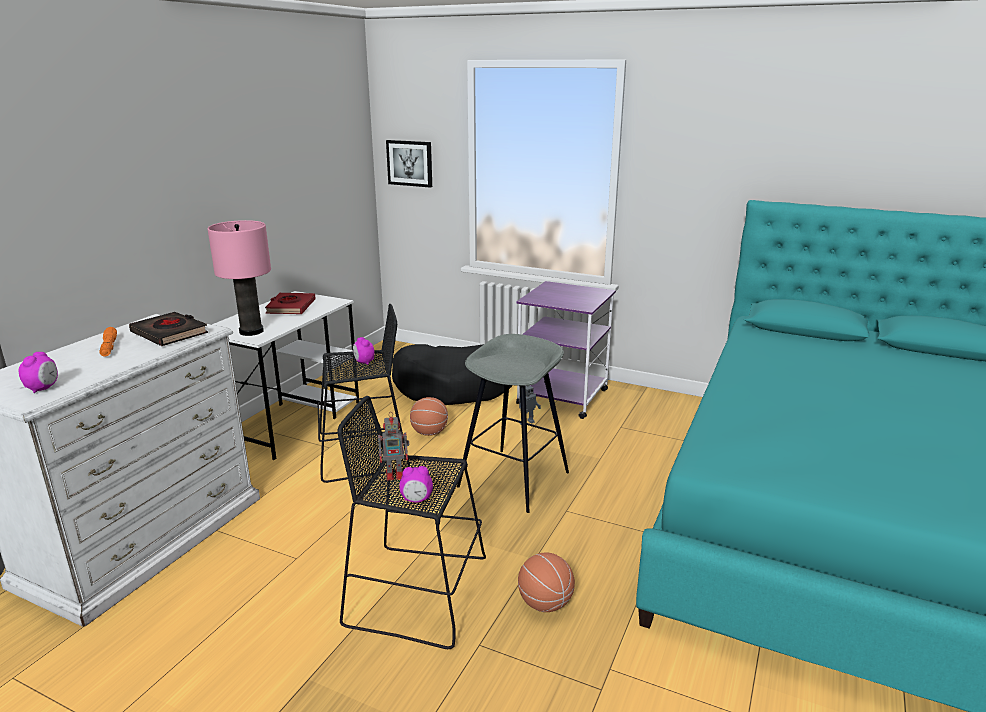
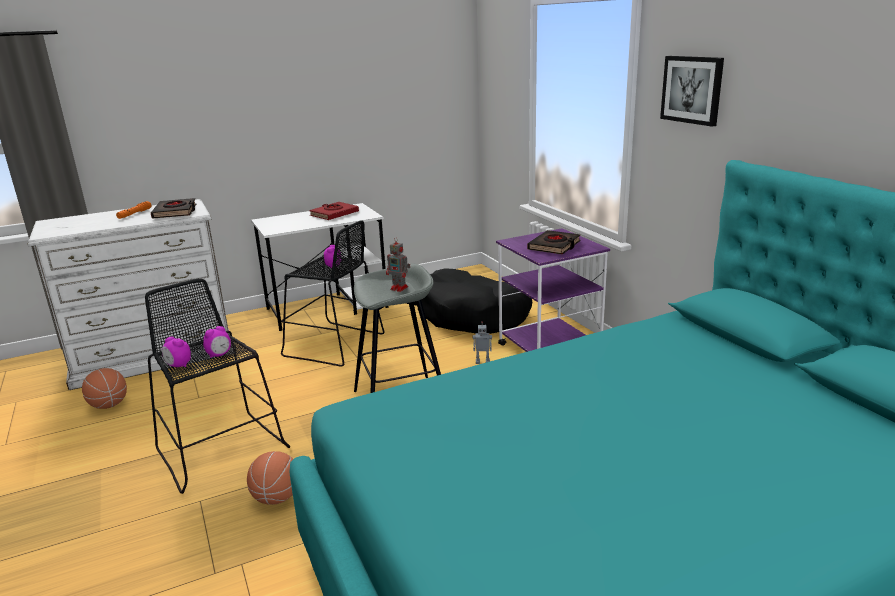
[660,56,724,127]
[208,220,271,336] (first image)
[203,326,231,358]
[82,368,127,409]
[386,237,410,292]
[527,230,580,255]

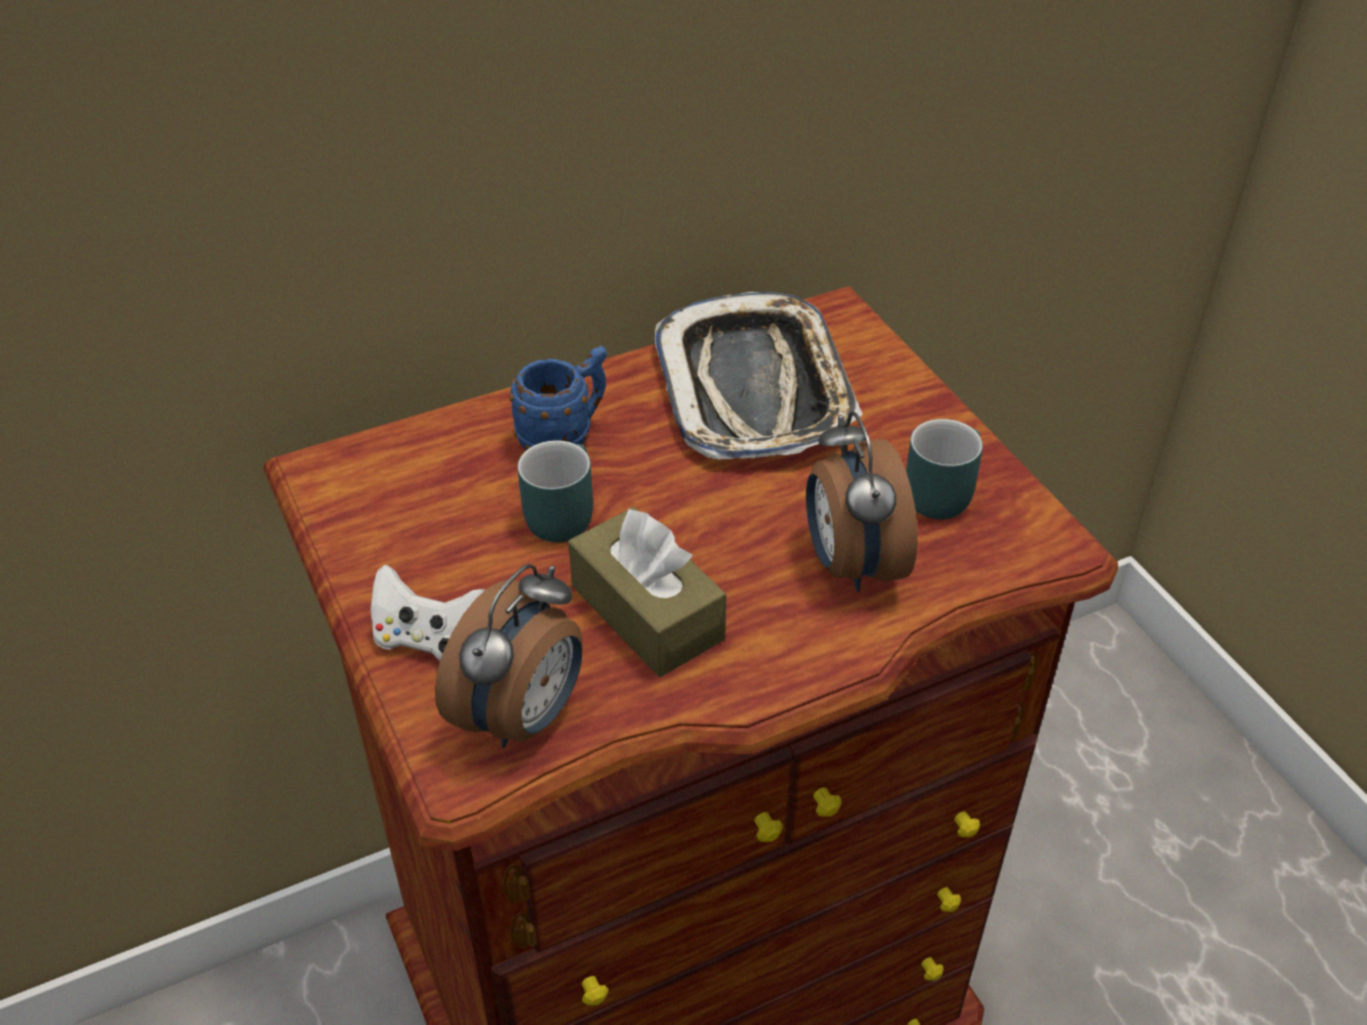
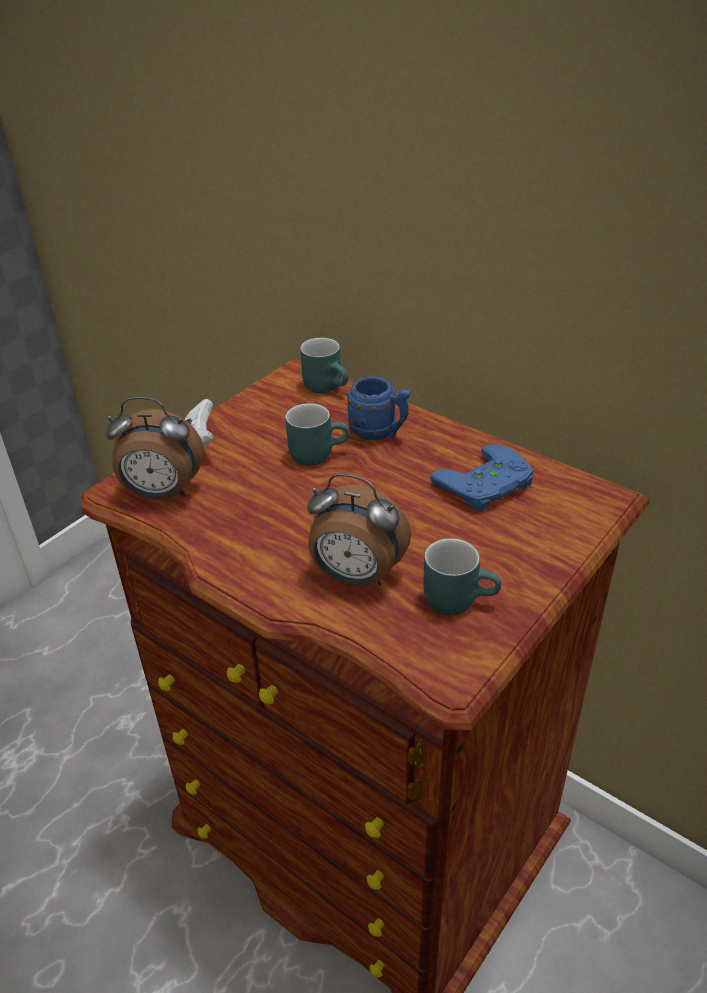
[430,445,534,512]
[307,473,411,586]
[568,507,727,677] (first image)
[300,338,348,393]

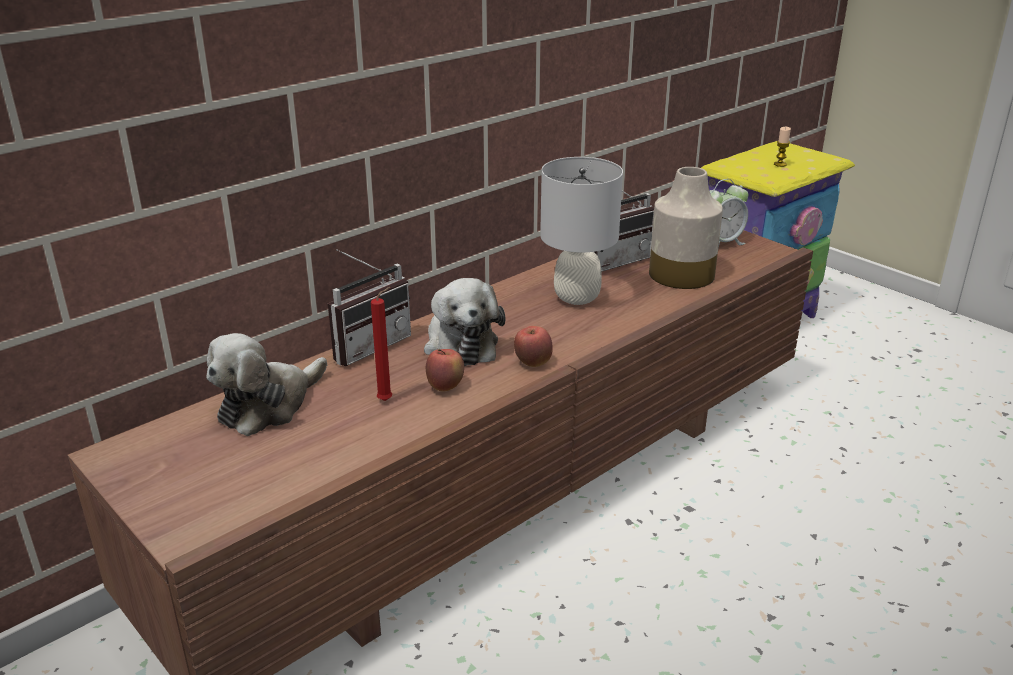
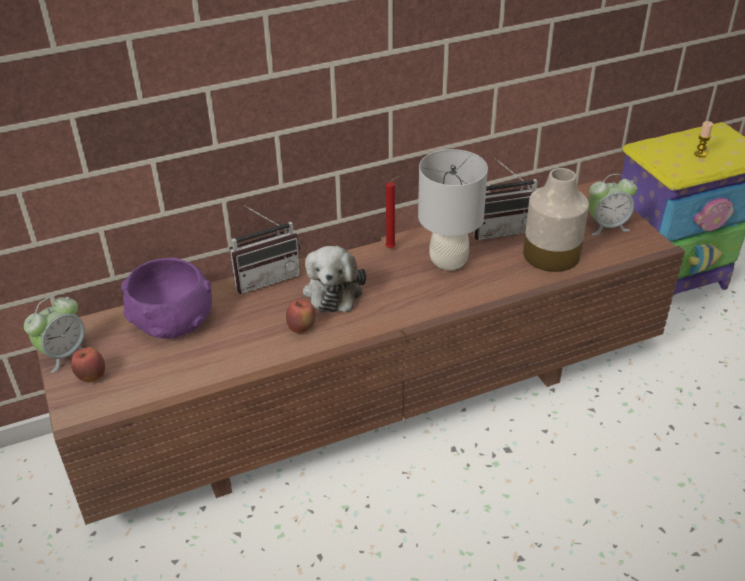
[385,176,400,248]
[71,347,105,383]
[121,257,212,339]
[24,297,85,373]

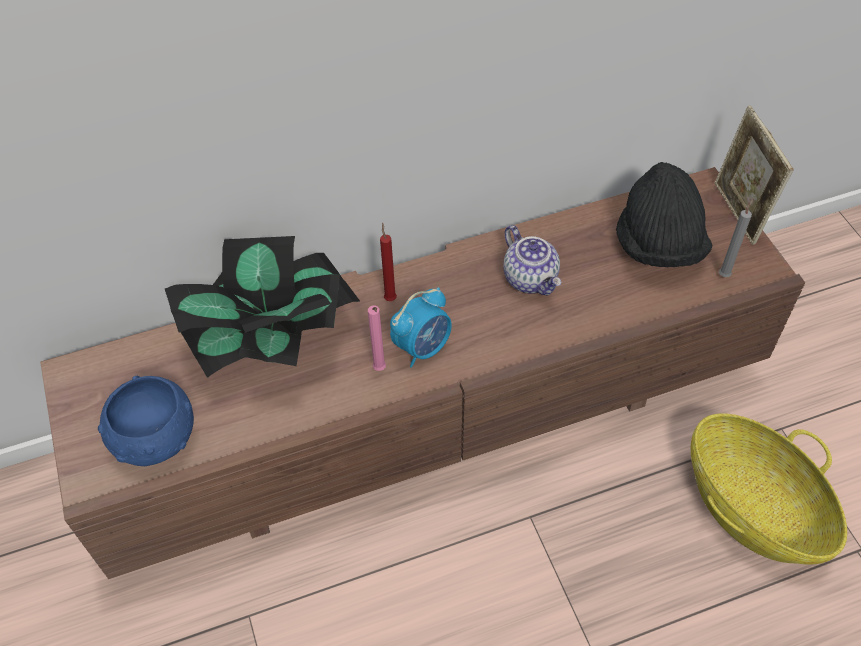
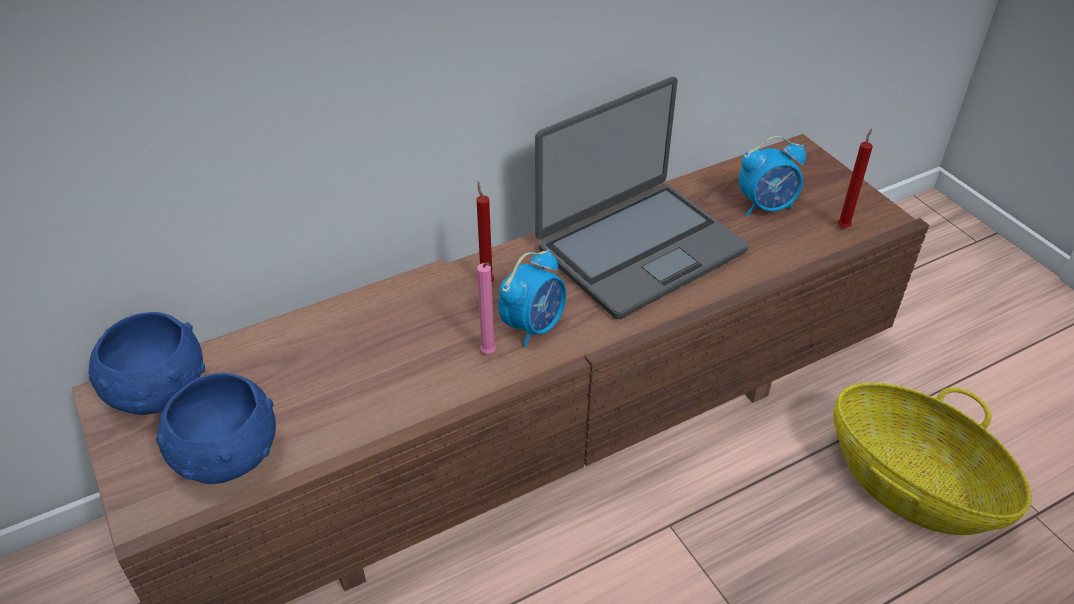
[715,105,794,245] (first image)
[739,136,806,216]
[838,129,873,228]
[535,77,748,319]
[165,236,361,378] (first image)
[88,312,205,415]

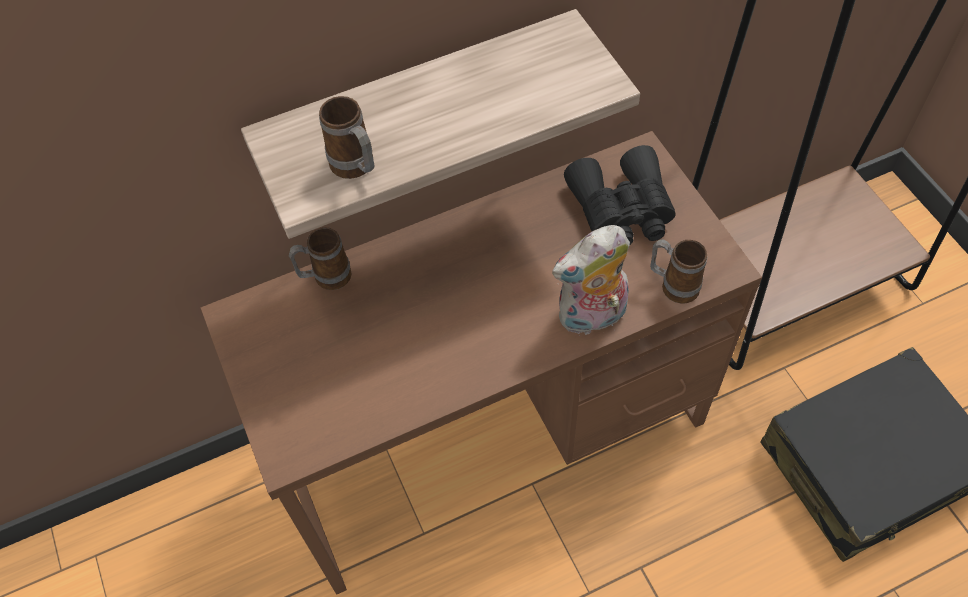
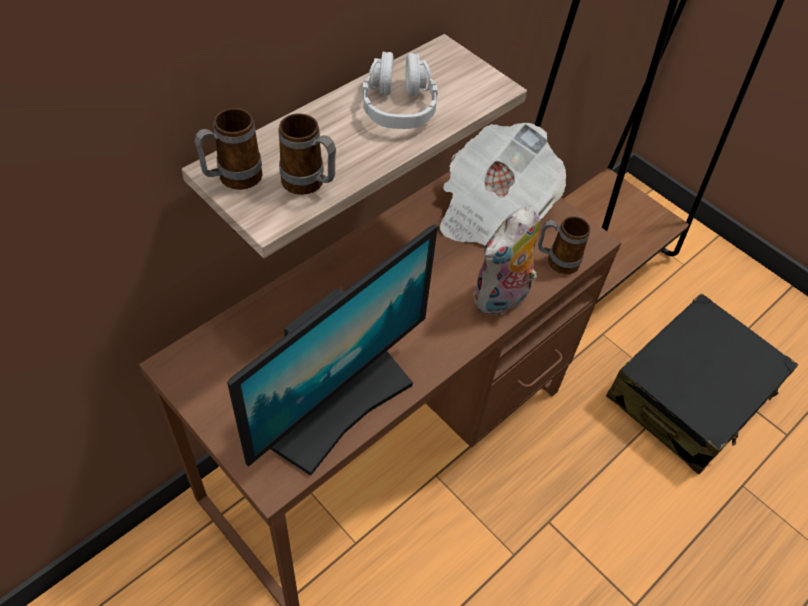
[440,123,566,245]
[195,108,262,190]
[361,52,438,129]
[227,224,438,476]

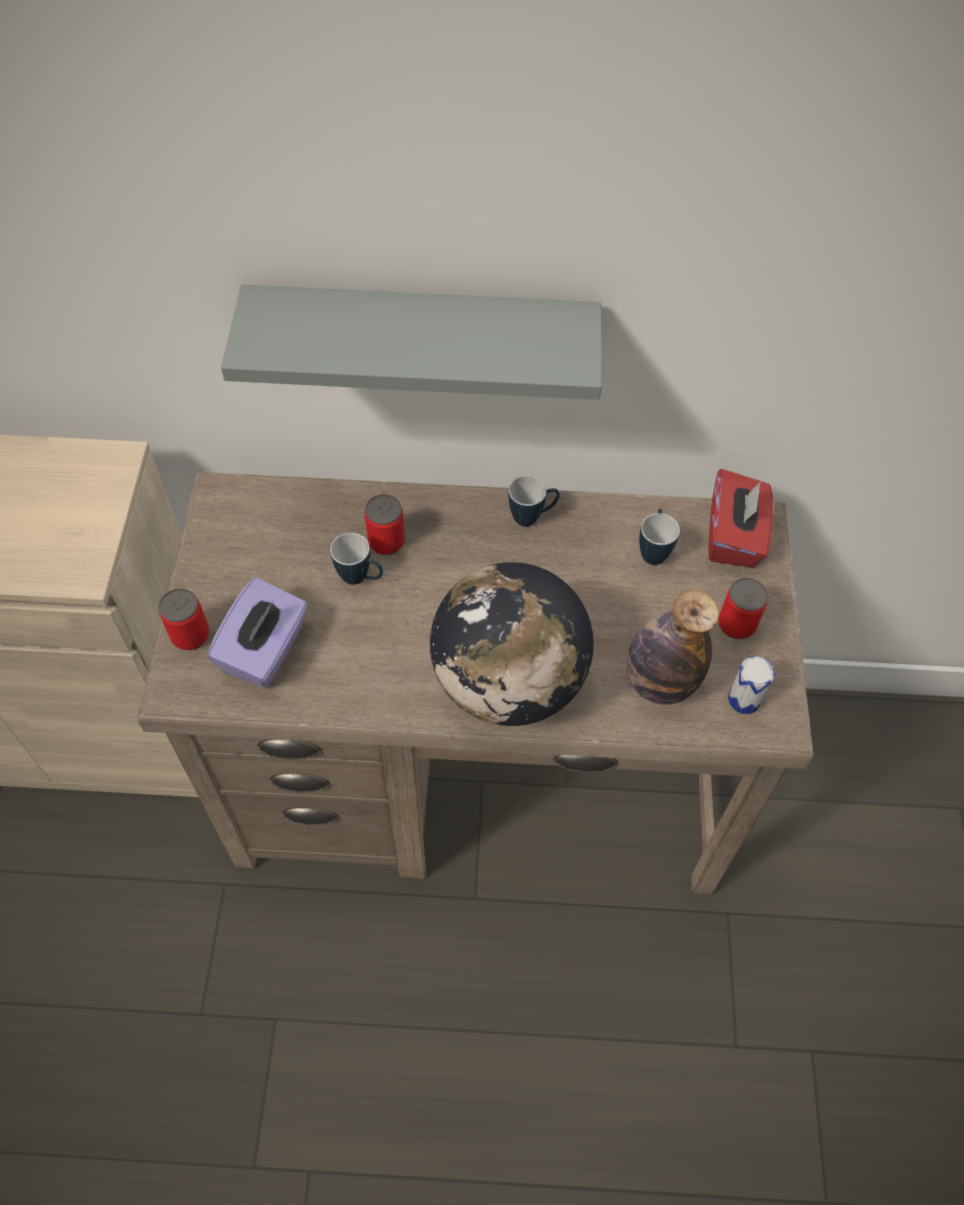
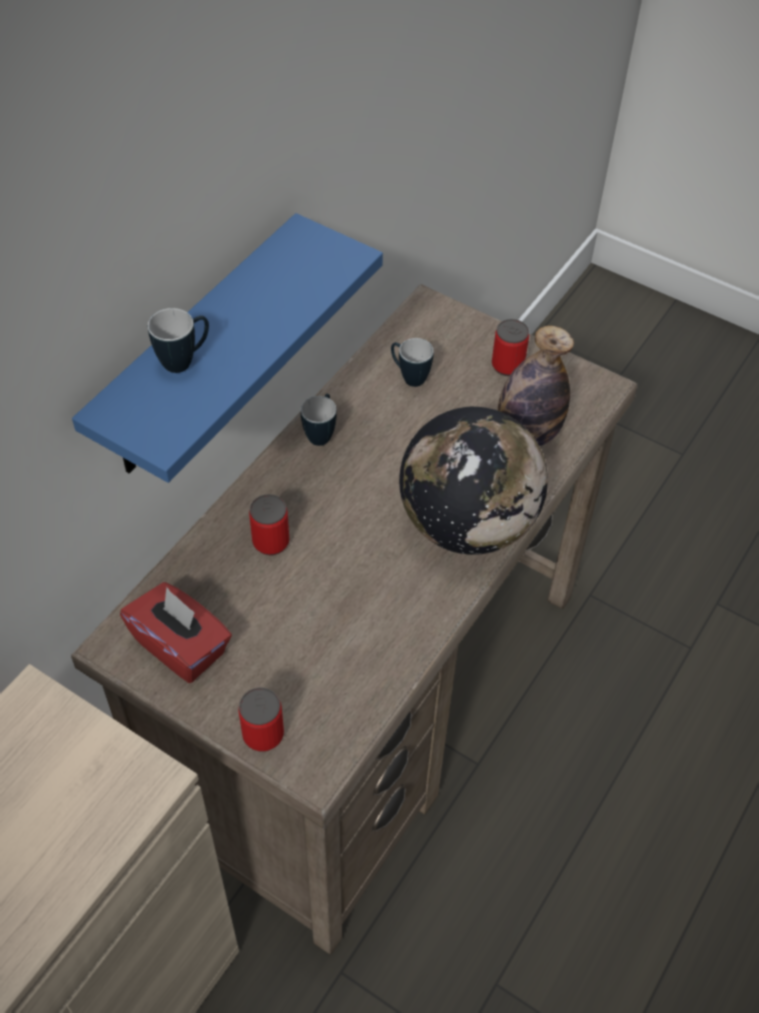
[72,213,383,483]
[120,582,232,683]
[148,308,209,373]
[207,577,307,688] (first image)
[728,656,775,714] (first image)

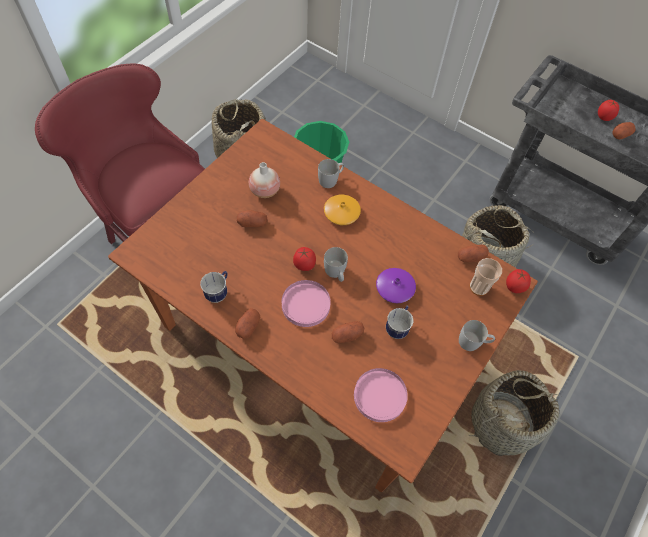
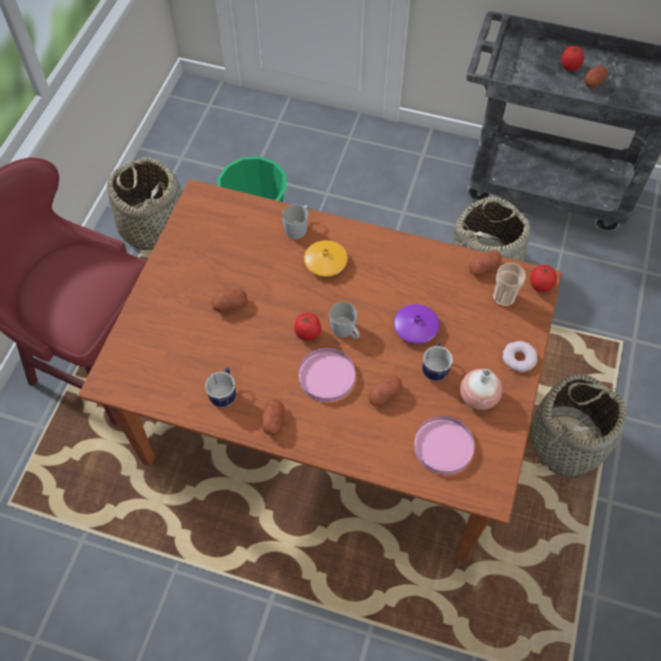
[460,369,502,410]
[503,341,538,372]

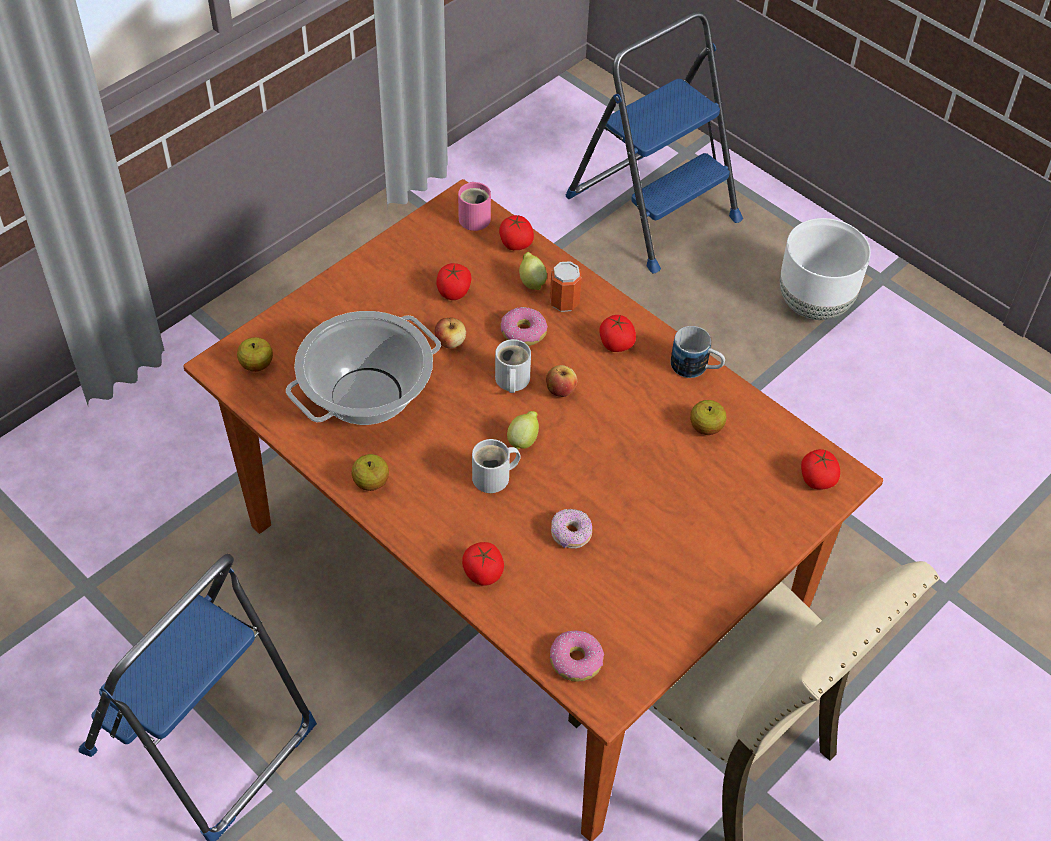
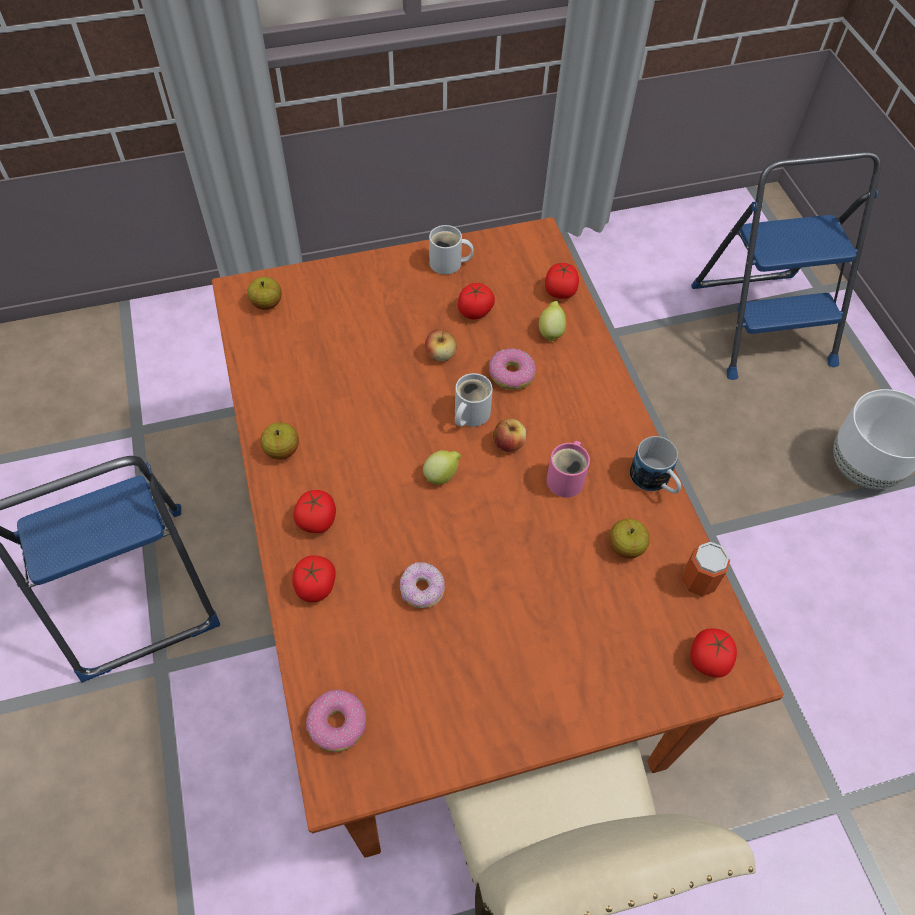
[546,441,590,498]
[681,542,730,596]
[286,311,441,425] (first image)
[293,490,336,533]
[429,225,473,275]

